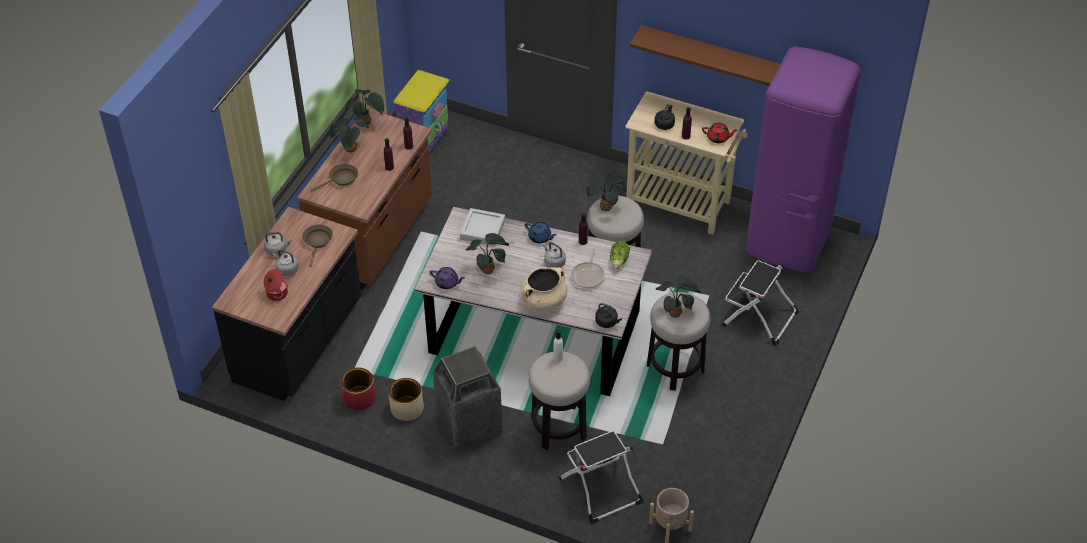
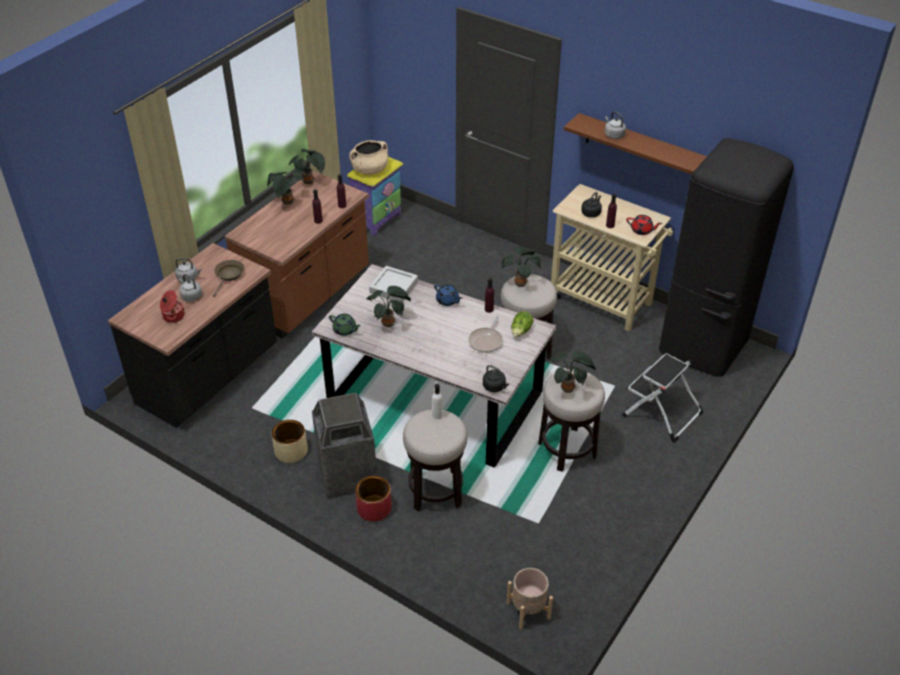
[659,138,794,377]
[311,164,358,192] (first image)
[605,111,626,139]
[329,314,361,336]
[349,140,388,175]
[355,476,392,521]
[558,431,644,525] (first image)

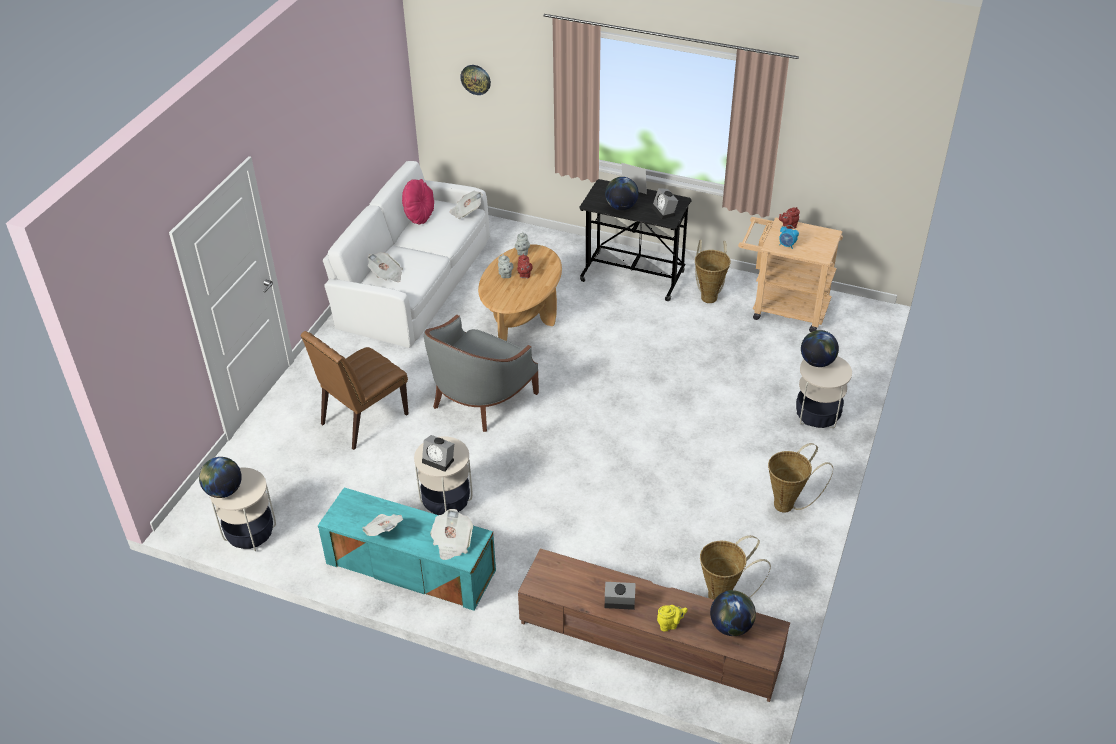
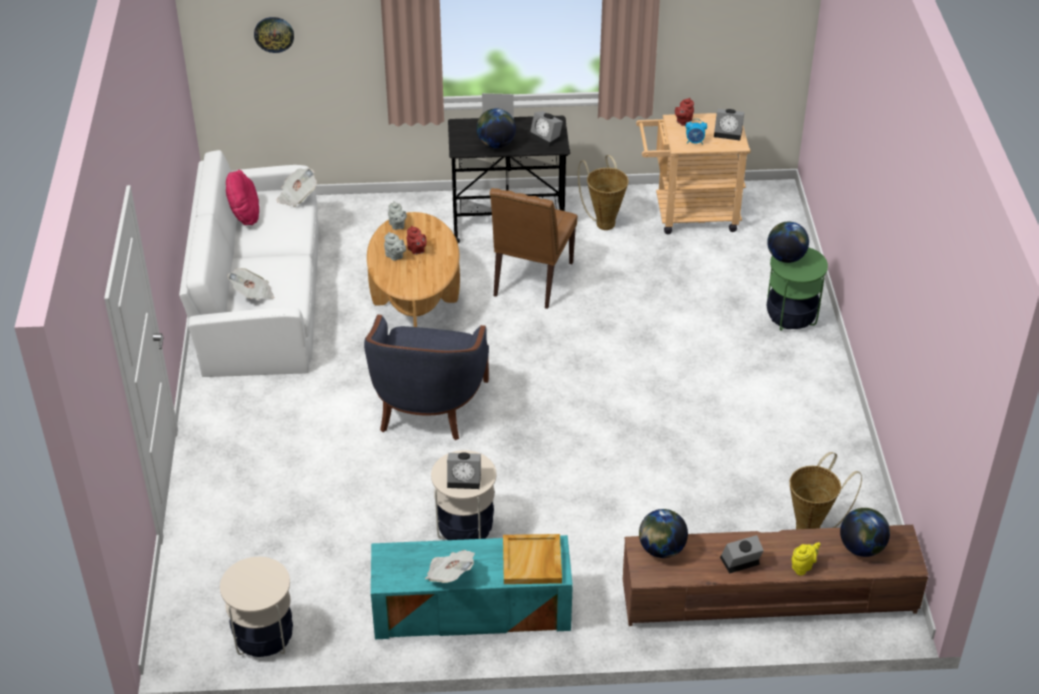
[364,315,489,440]
[490,188,578,309]
[767,247,828,331]
[768,443,833,513] (first image)
[639,509,688,558]
[503,534,562,584]
[714,109,744,140]

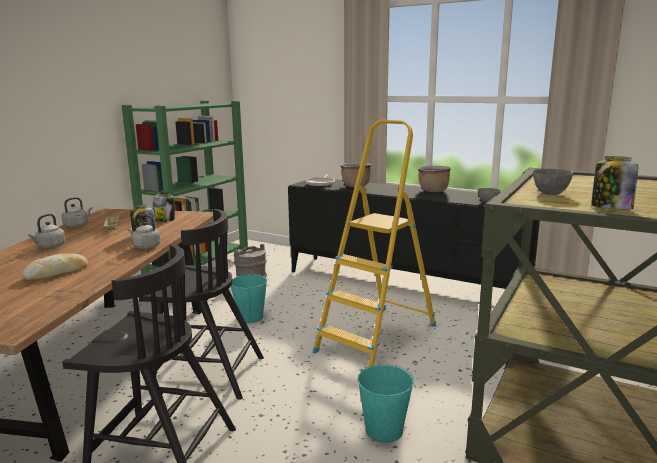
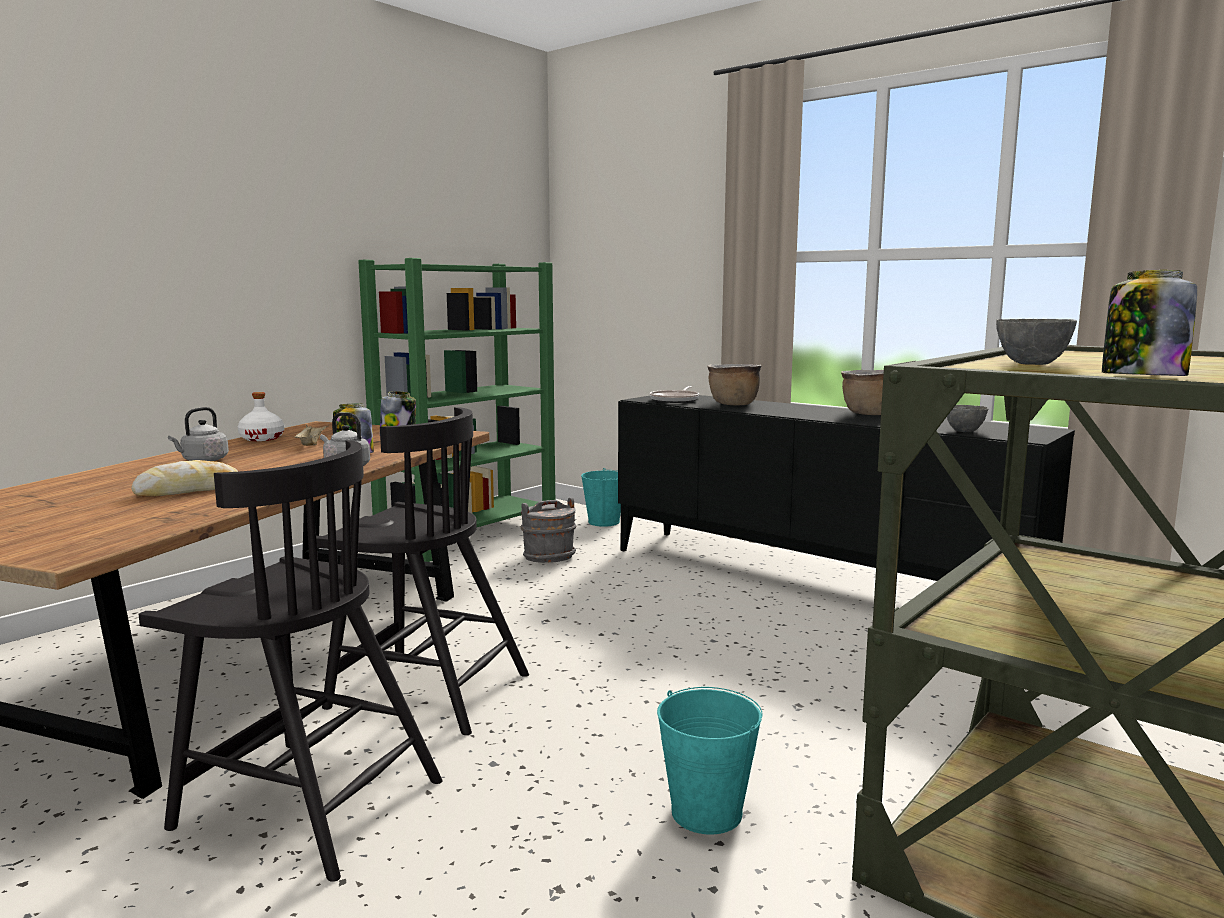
[313,120,436,368] (first image)
[238,392,284,441]
[581,468,621,527]

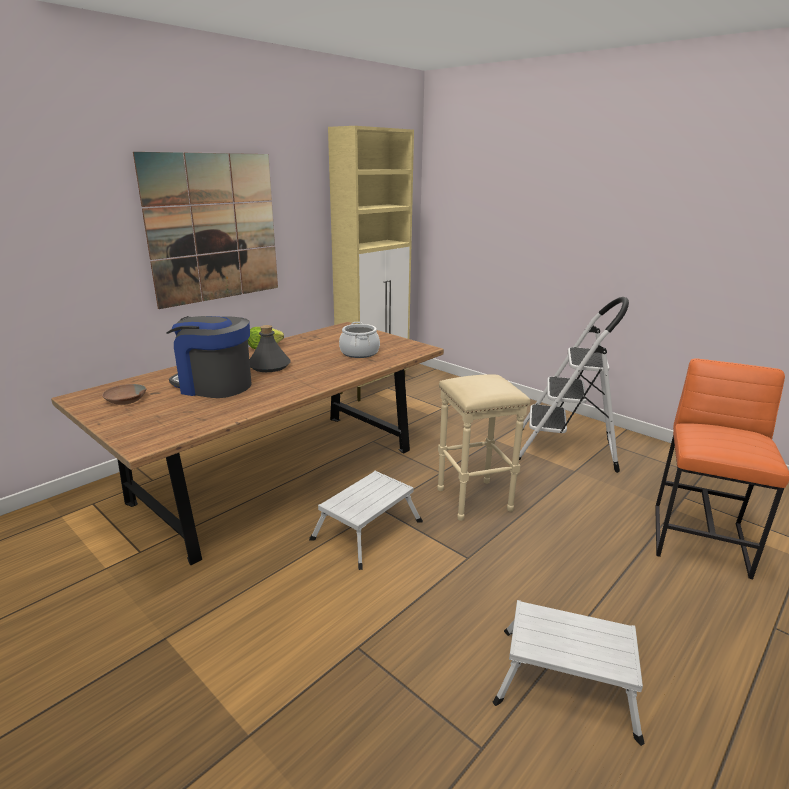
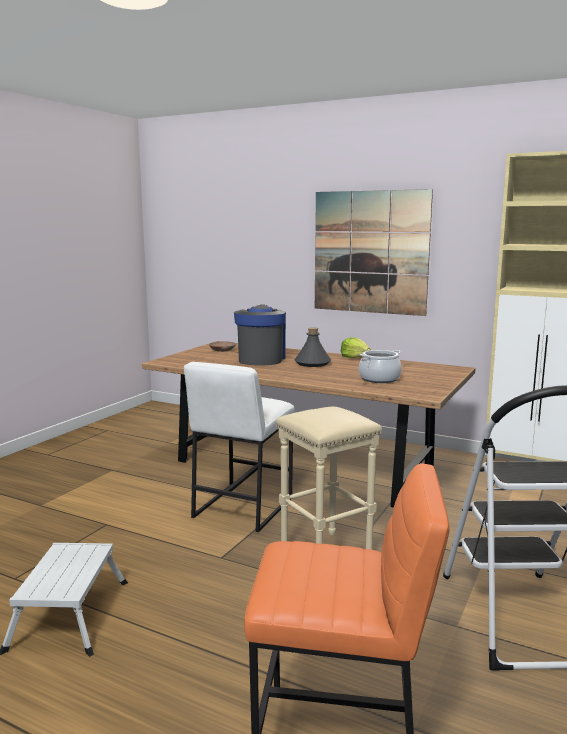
[184,362,294,532]

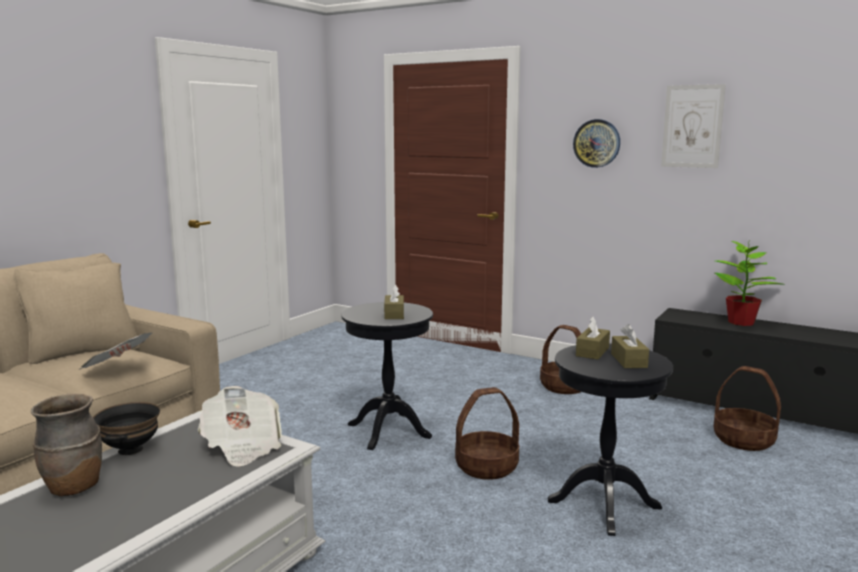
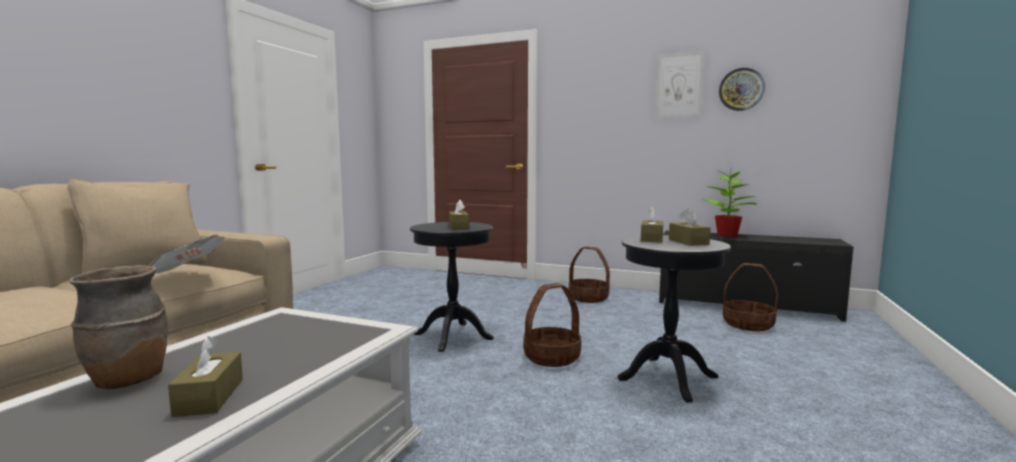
[719,68,765,111]
[198,386,282,467] (first image)
[93,402,160,455] (first image)
[168,336,243,417]

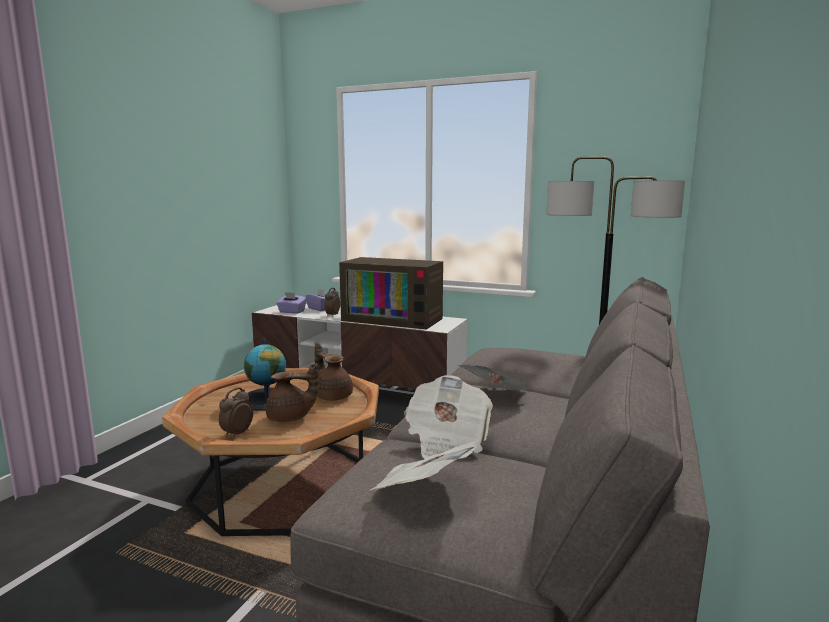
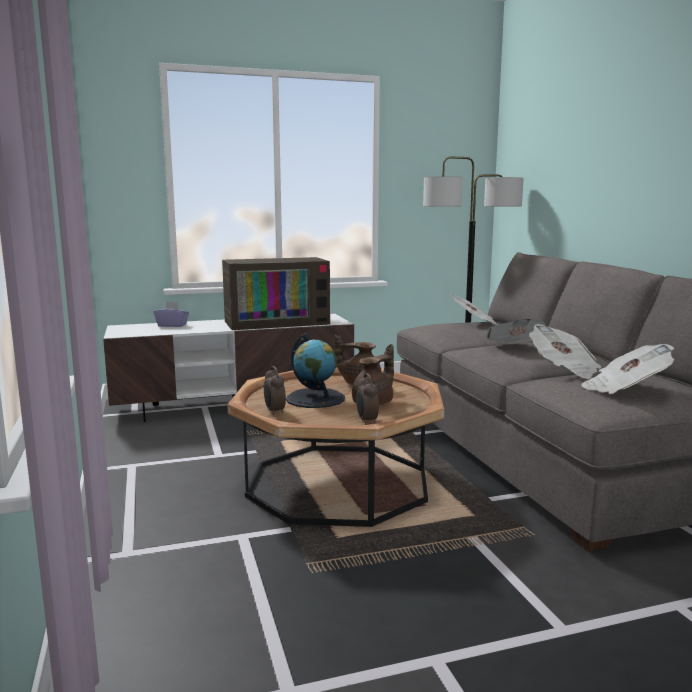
[264,366,286,415]
[276,292,307,314] (first image)
[450,294,498,325]

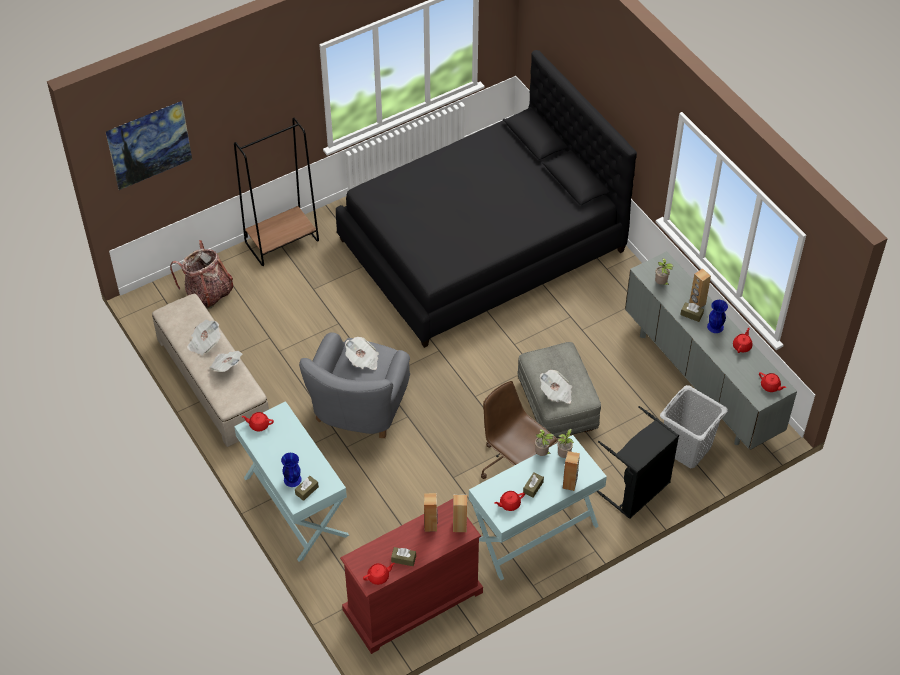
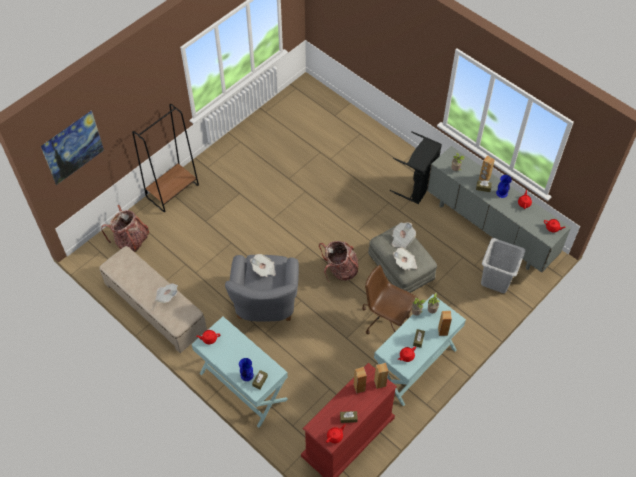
[336,50,637,348] (first image)
[392,222,416,249]
[390,132,442,204]
[319,241,359,282]

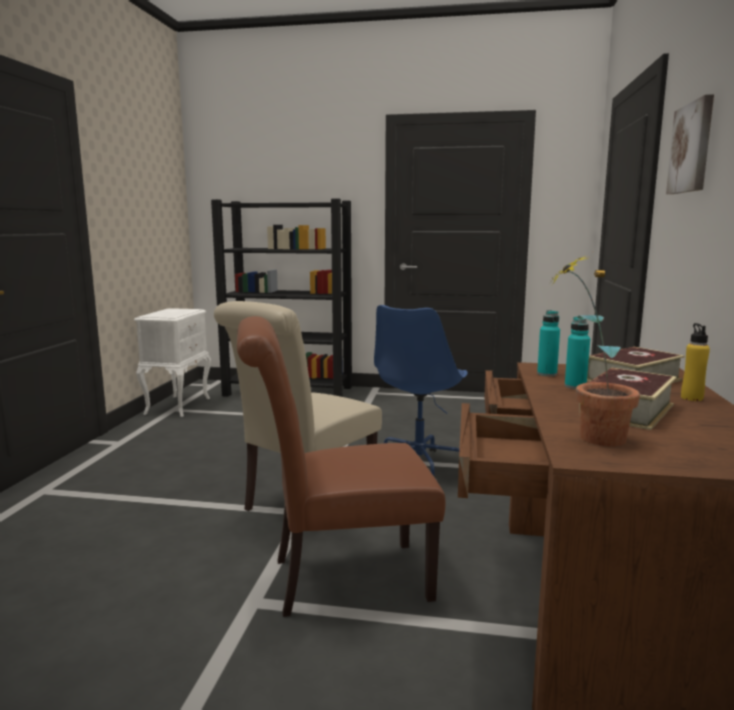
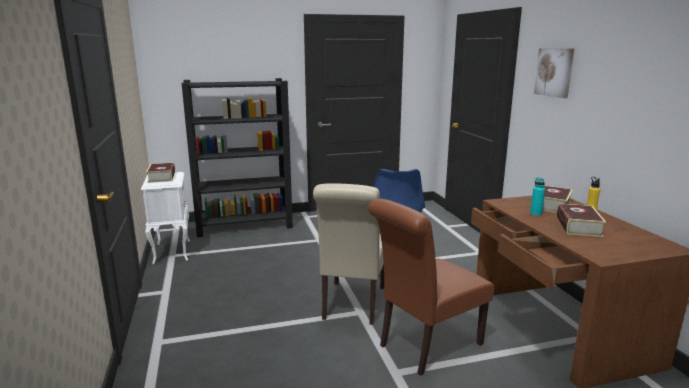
[549,253,640,446] (first image)
[537,310,560,376] (first image)
[146,163,175,183]

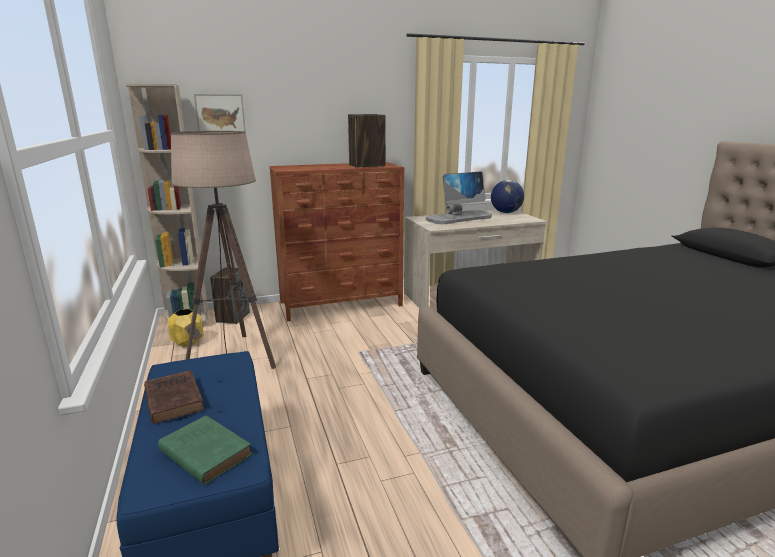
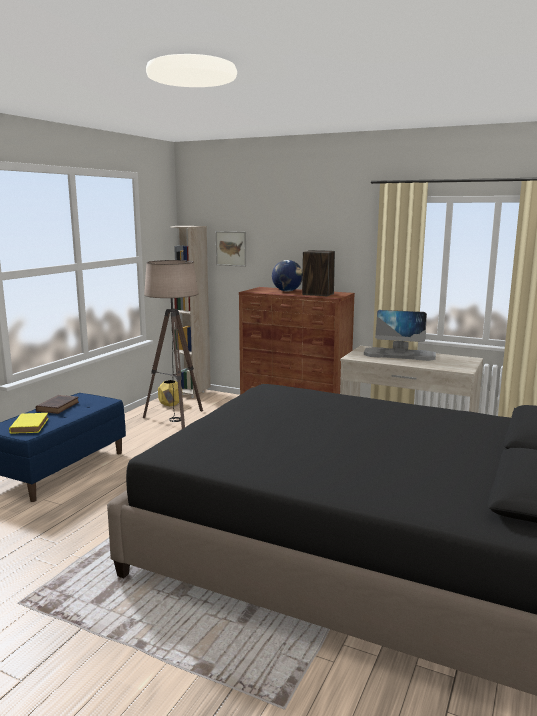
[272,260,302,292]
[210,267,250,324] (first image)
[9,413,49,434]

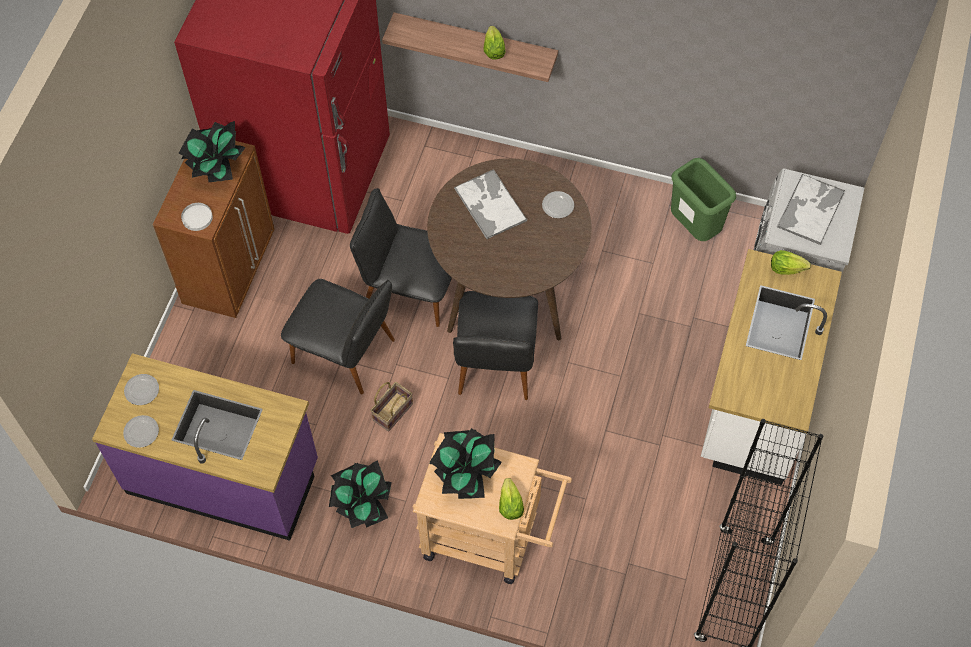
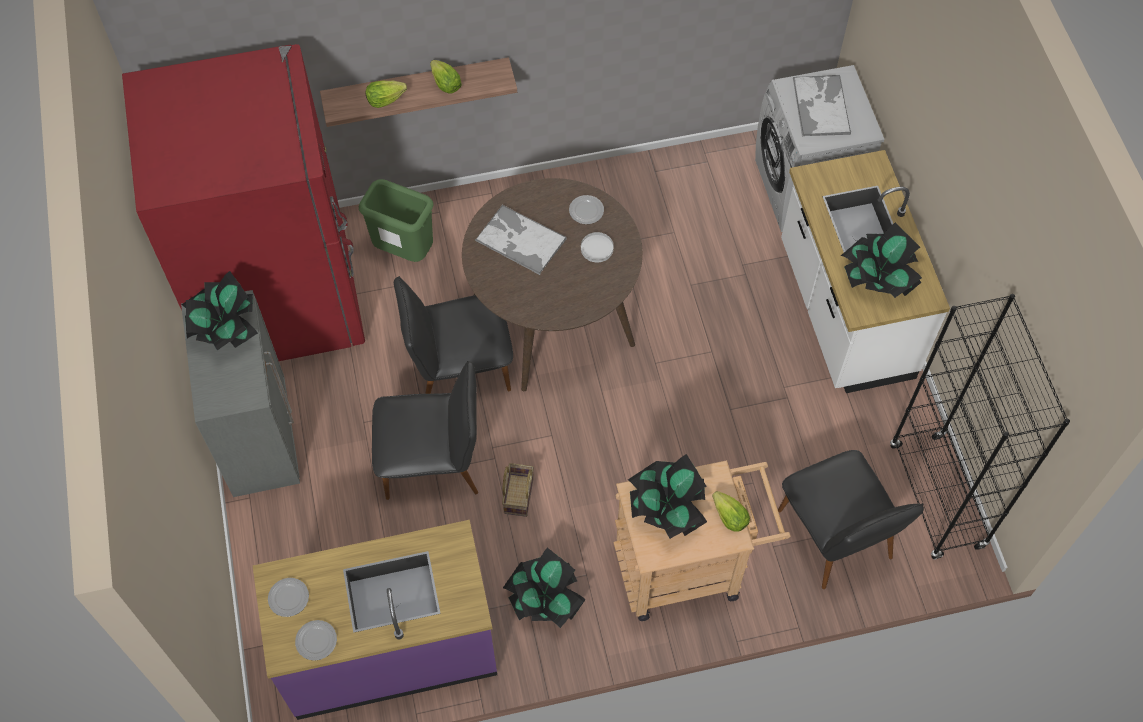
[181,290,300,497]
[358,179,433,262]
[581,232,614,262]
[365,81,407,108]
[778,450,924,589]
[841,223,922,298]

